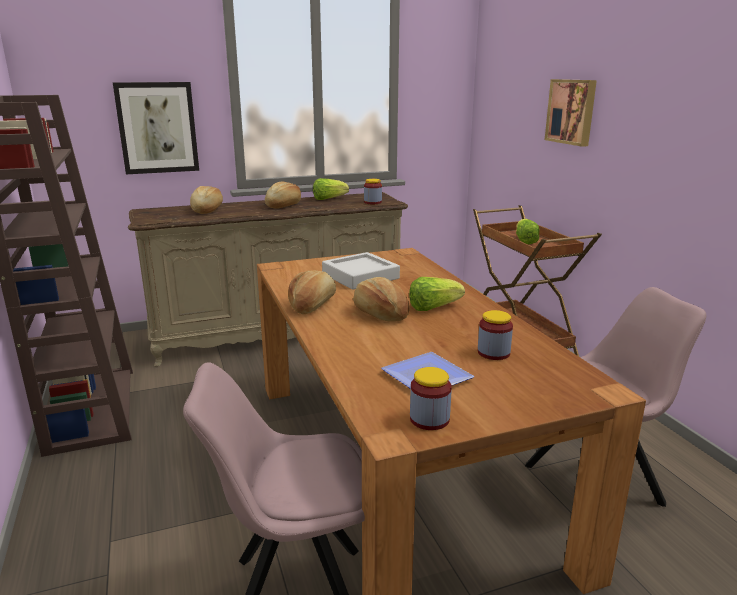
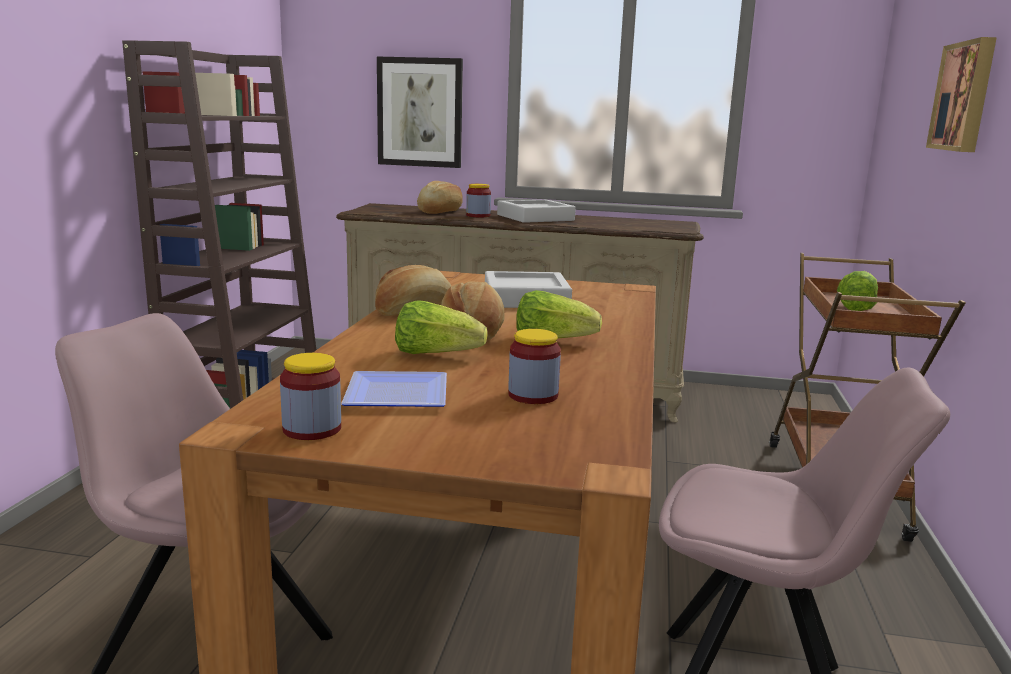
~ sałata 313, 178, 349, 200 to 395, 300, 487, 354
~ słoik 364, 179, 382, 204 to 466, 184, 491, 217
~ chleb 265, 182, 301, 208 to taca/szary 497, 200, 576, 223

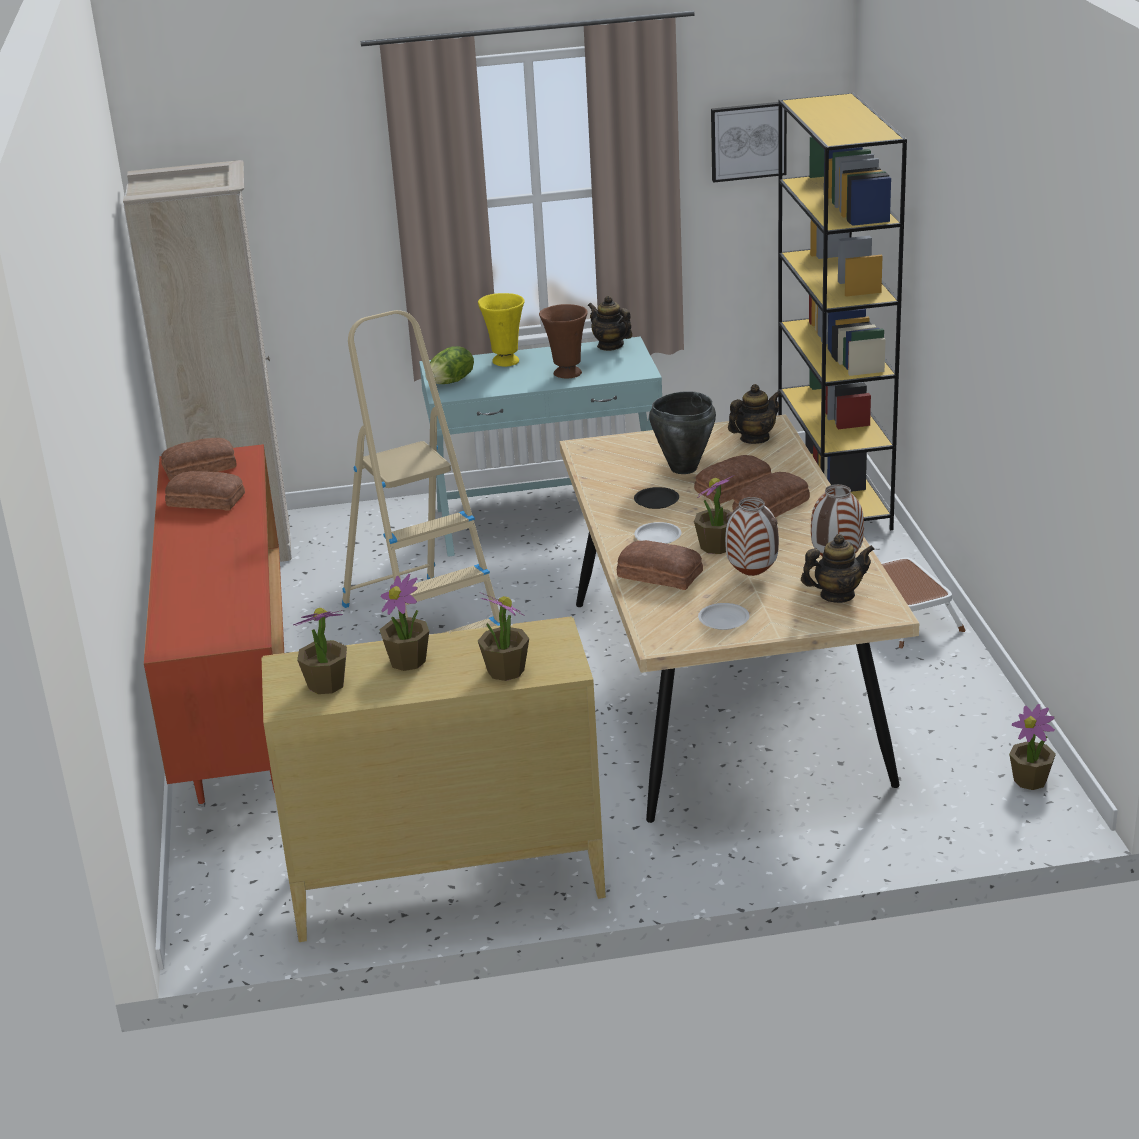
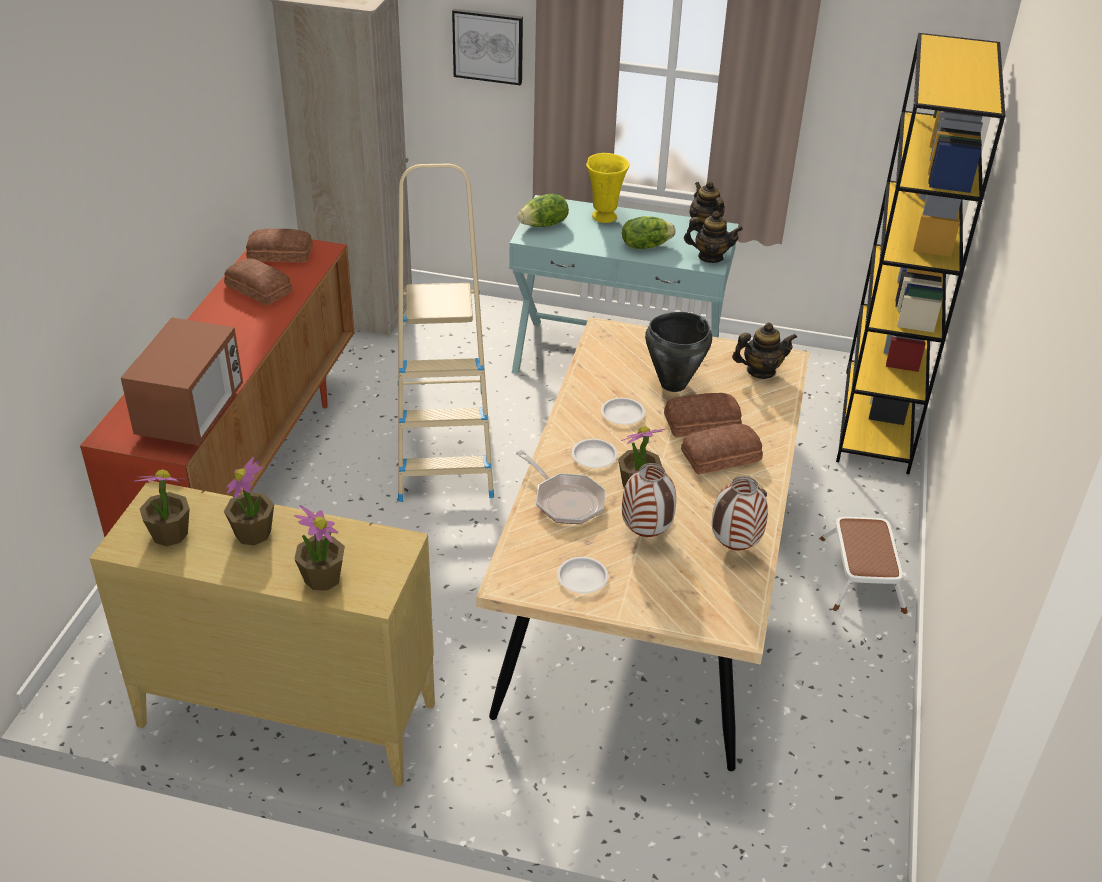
~ obraz 711, 102, 787, 182 to 452, 8, 523, 85
~ wazon/brązowy 539, 304, 588, 378 to sałata 622, 216, 676, 249
~ talerz/czarny 634, 487, 679, 509 to talerz/biały 601, 398, 645, 425
~ imbryk 801, 534, 875, 603 to 684, 211, 743, 263
~ chleb 617, 540, 703, 590 to patelnia 515, 450, 605, 524
- roślina doniczkowa 1009, 704, 1056, 790
+ mikrofalówka 121, 317, 243, 445

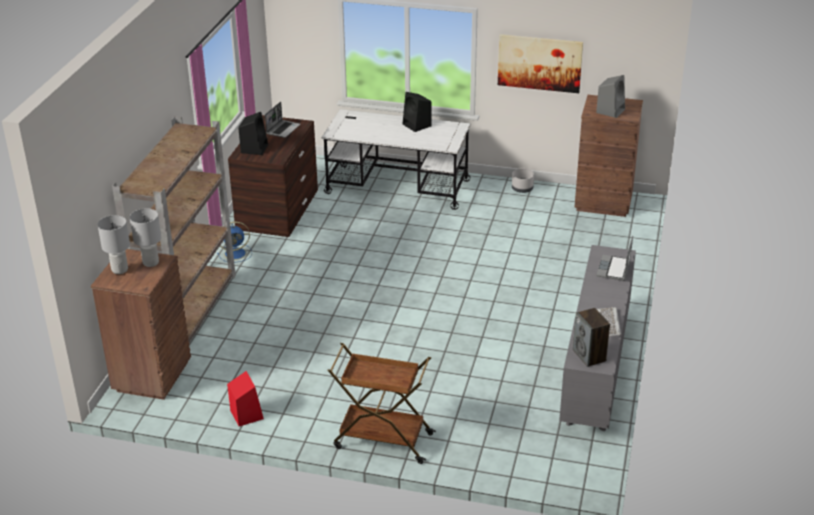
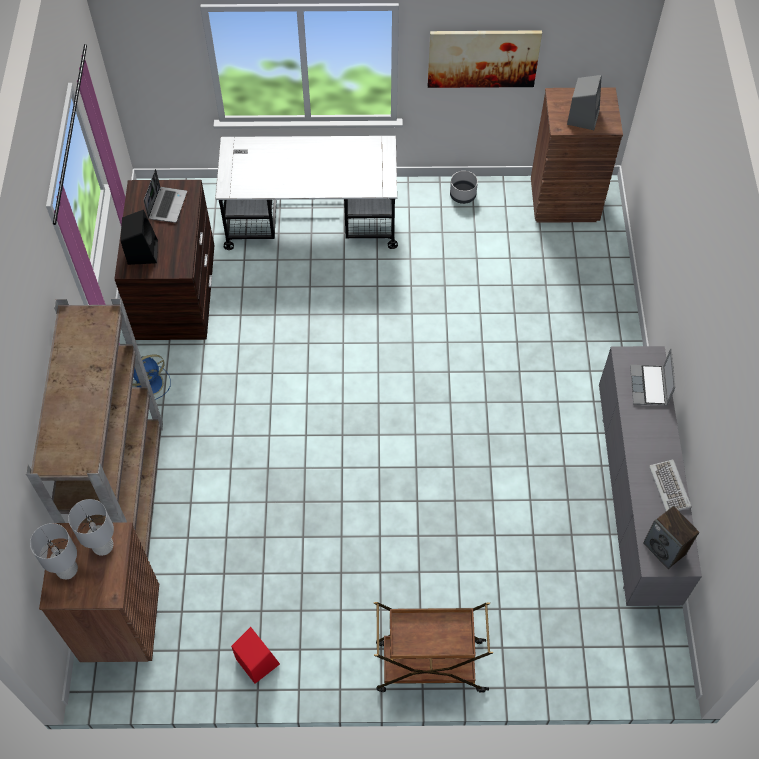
- głośnik/czarny 402, 92, 432, 132

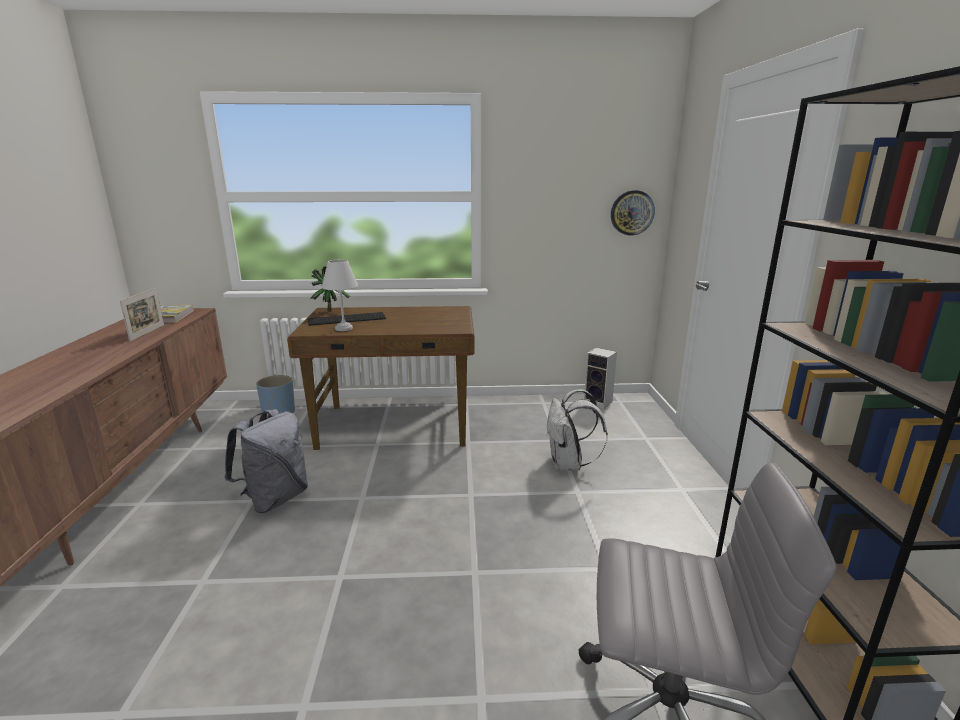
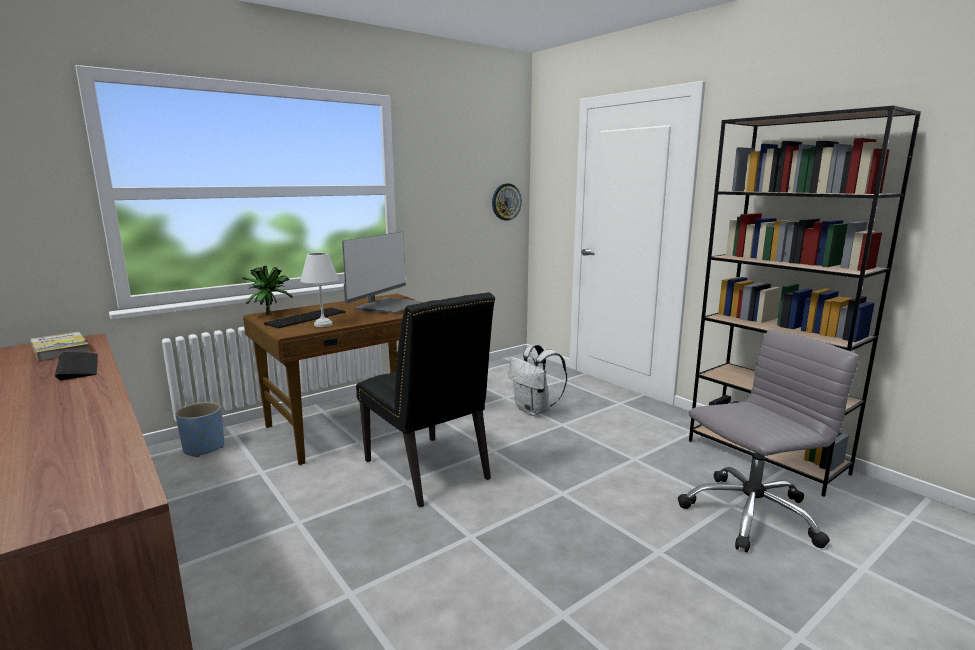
~ ramka na zdjęcie 120, 288, 164, 341 to klawiatura 55, 352, 98, 380
- głośnik 584, 348, 617, 409
- plecak/szary 224, 409, 308, 513
+ monitor 342, 232, 423, 313
+ krzesło/czarny 356, 292, 495, 507

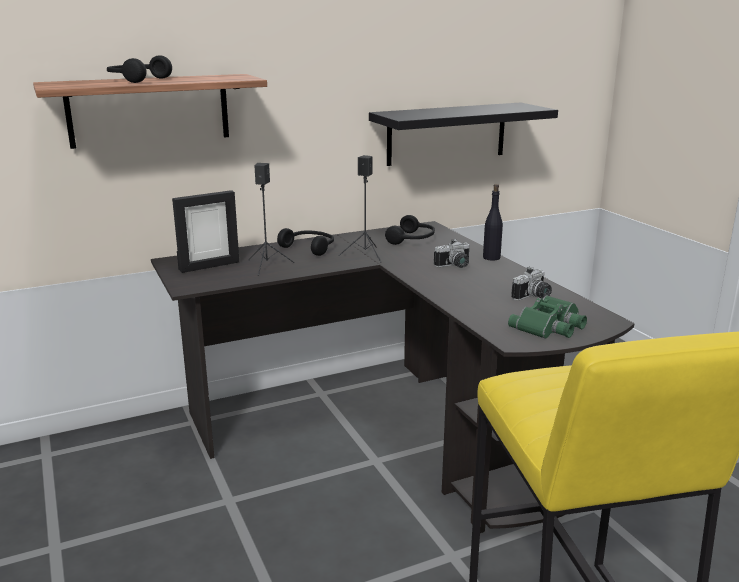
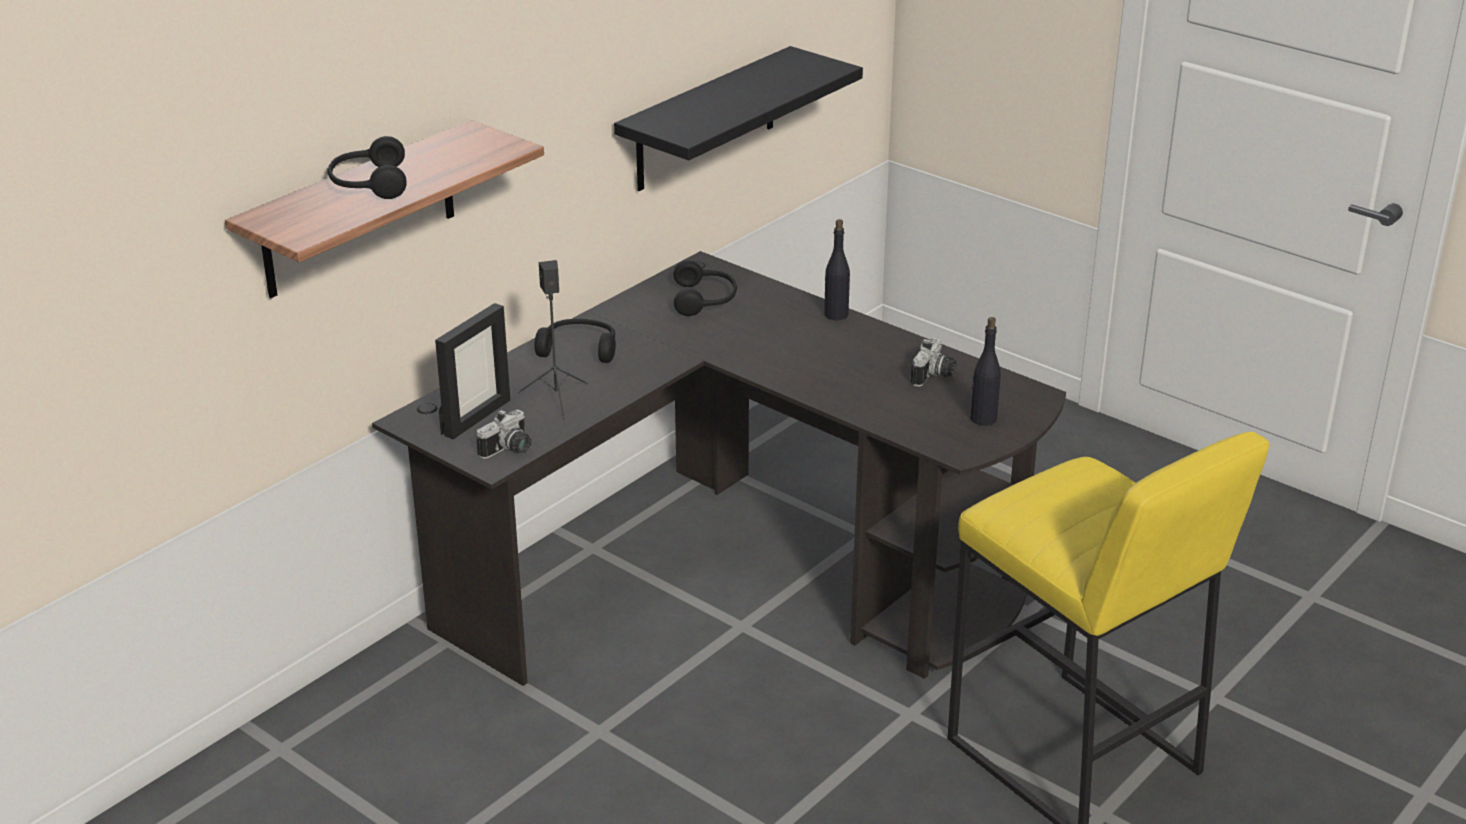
- głośnik/czarny 338, 155, 381, 262
~ aparat fotograficzny 434, 239, 470, 268 to 476, 409, 532, 459
~ lornetka/zielony 508, 295, 587, 339 to butelka/czarny 970, 317, 1001, 426

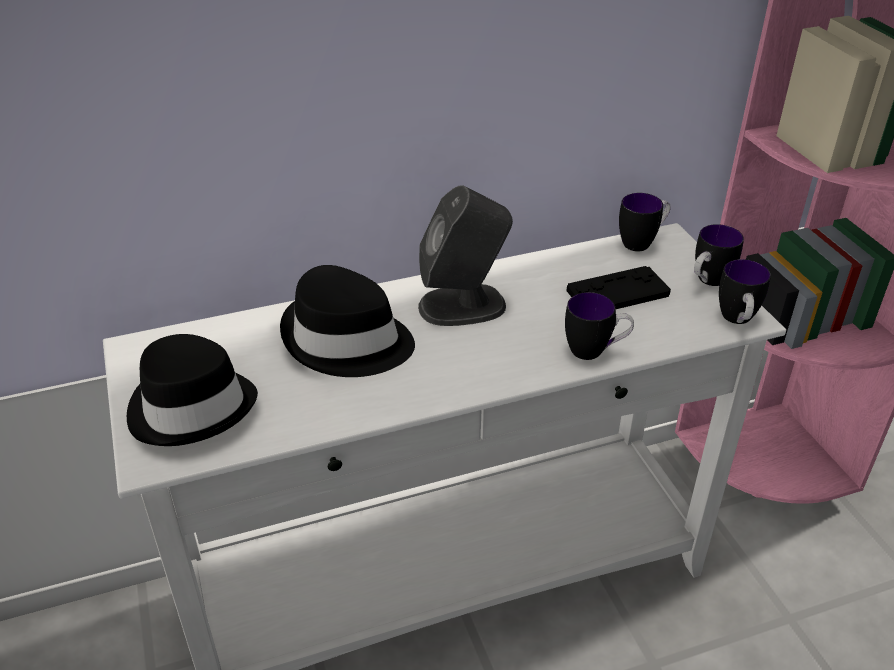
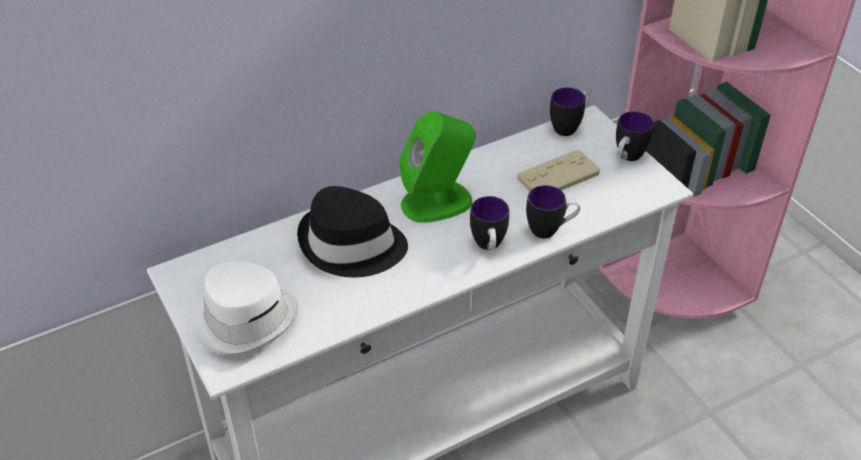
~ głośnik/szary 418, 185, 513, 326 to głośnik/zielony 400, 111, 476, 223
~ kubek 719, 259, 771, 324 to 470, 196, 509, 250
~ pad do gier/czarny 566, 266, 671, 309 to pad do gier/beżowy 517, 150, 600, 192
~ kapelusz/czarny 127, 334, 258, 446 to kapelusz/biały 191, 261, 298, 355

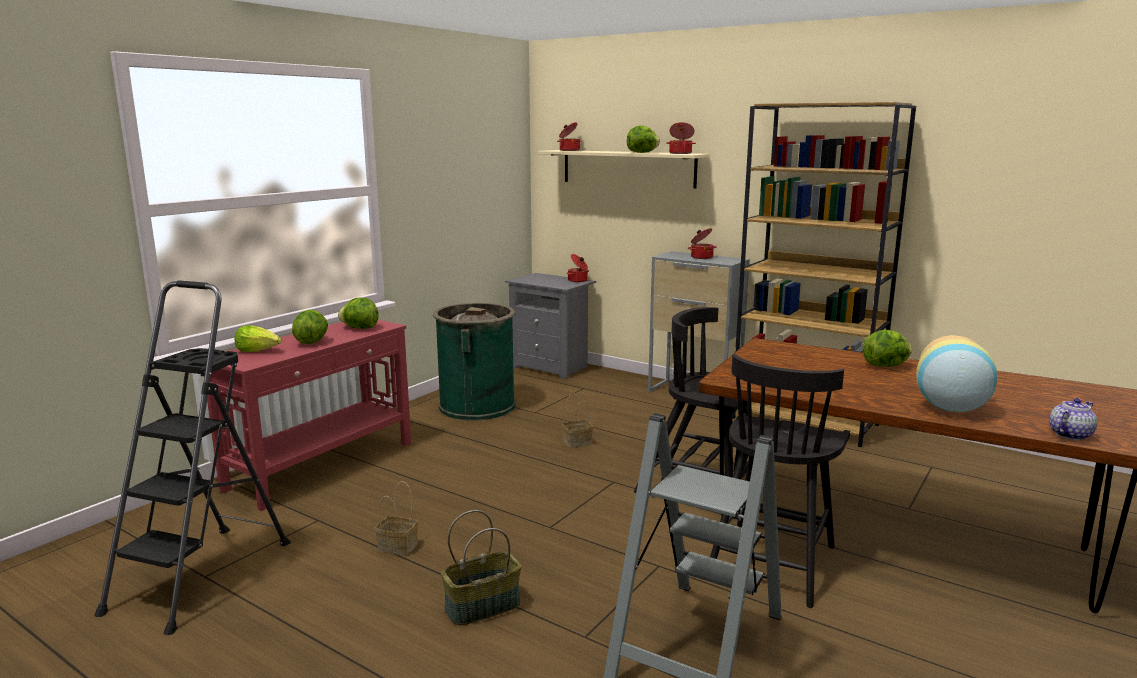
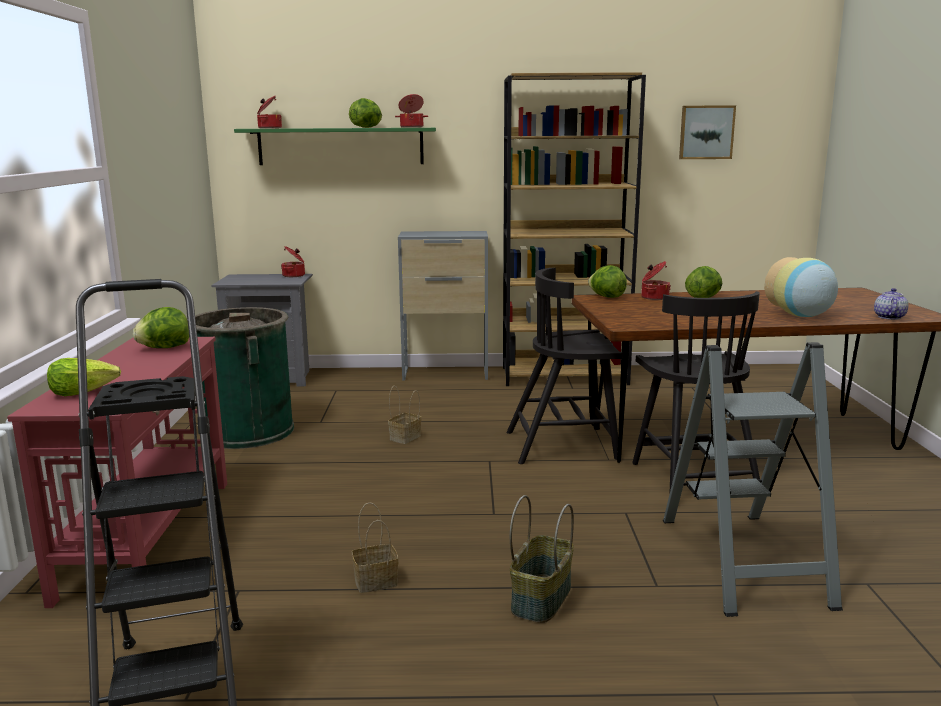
~ półka/beżowy 538, 150, 710, 189 to półka/zielony 234, 128, 436, 165
~ garnek 688, 228, 716, 259 to 641, 261, 671, 300
~ sałata 292, 310, 328, 344 to 588, 265, 627, 298
+ obraz 679, 105, 736, 159

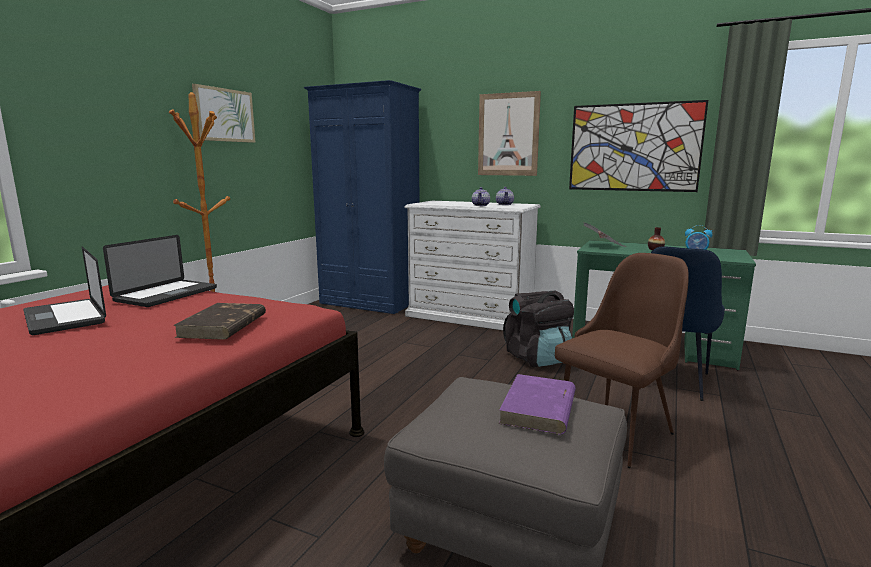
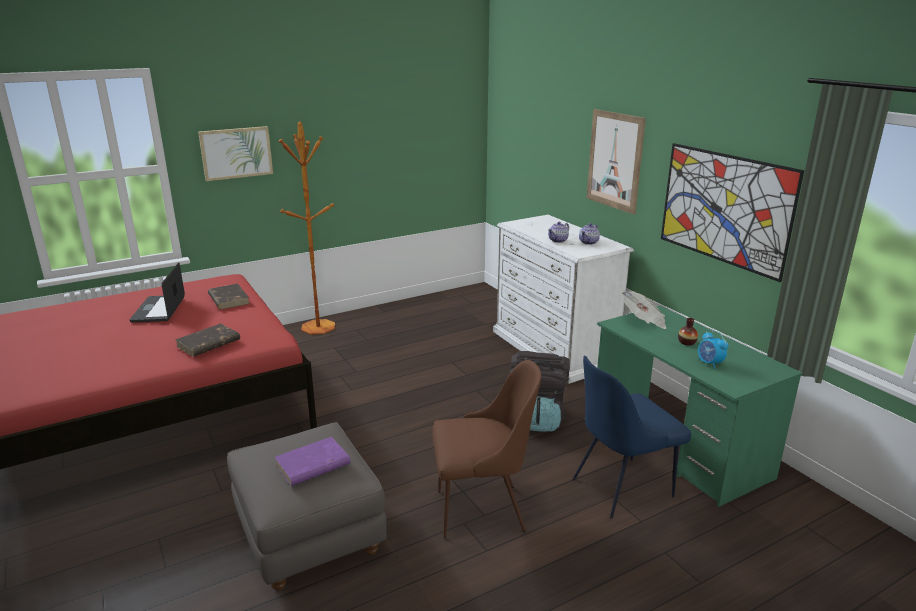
- szafa/niebieski 304, 80, 421, 314
~ obraz 192, 84, 256, 143 to 198, 126, 273, 181
~ laptop 103, 235, 217, 307 to książka/brązowy 208, 283, 250, 309

